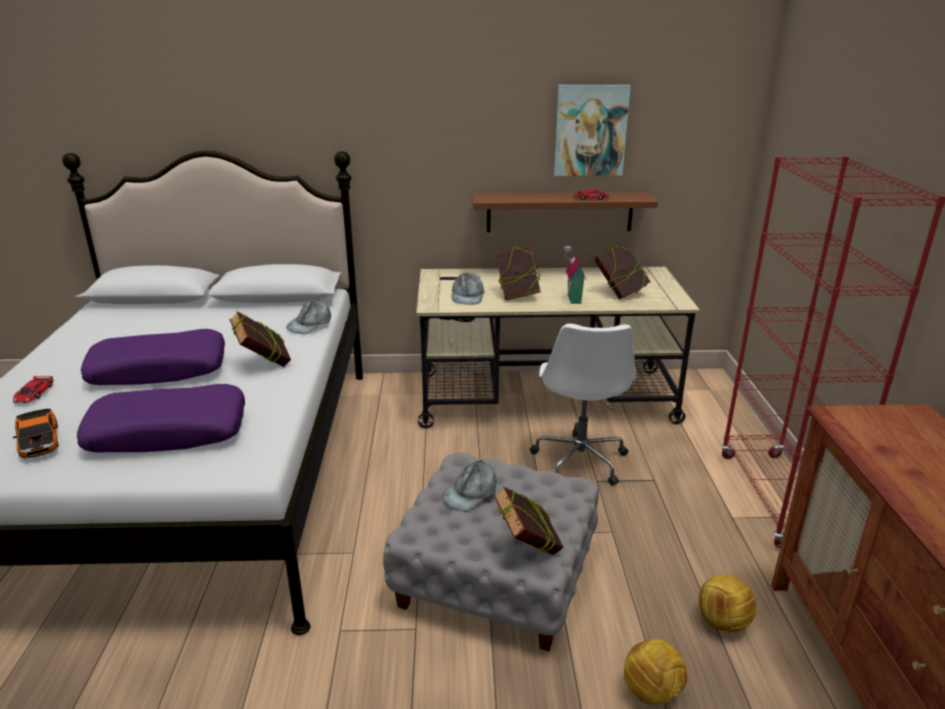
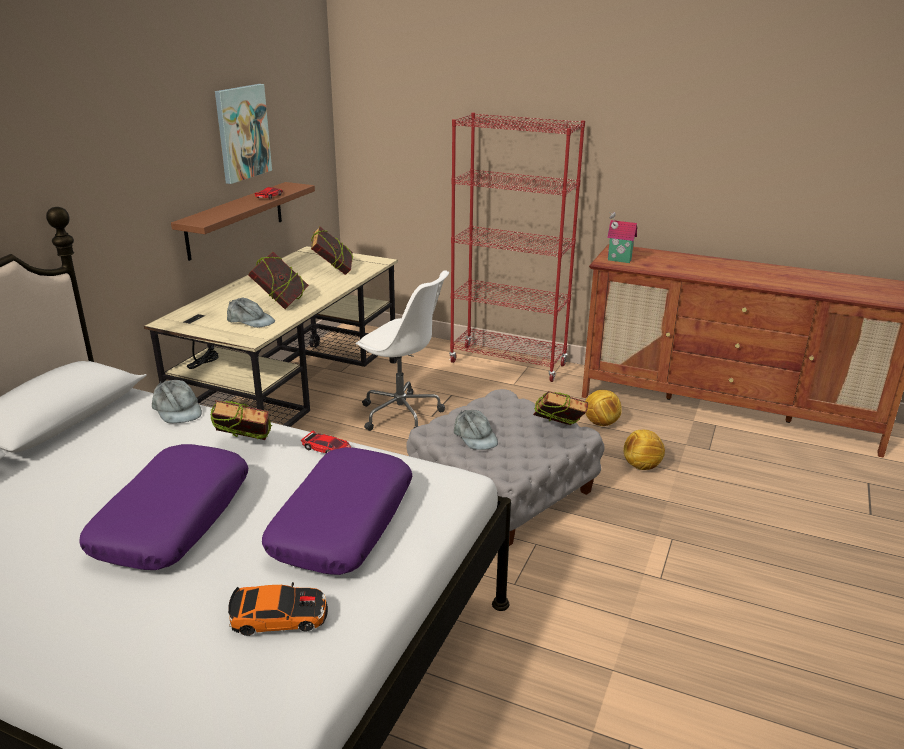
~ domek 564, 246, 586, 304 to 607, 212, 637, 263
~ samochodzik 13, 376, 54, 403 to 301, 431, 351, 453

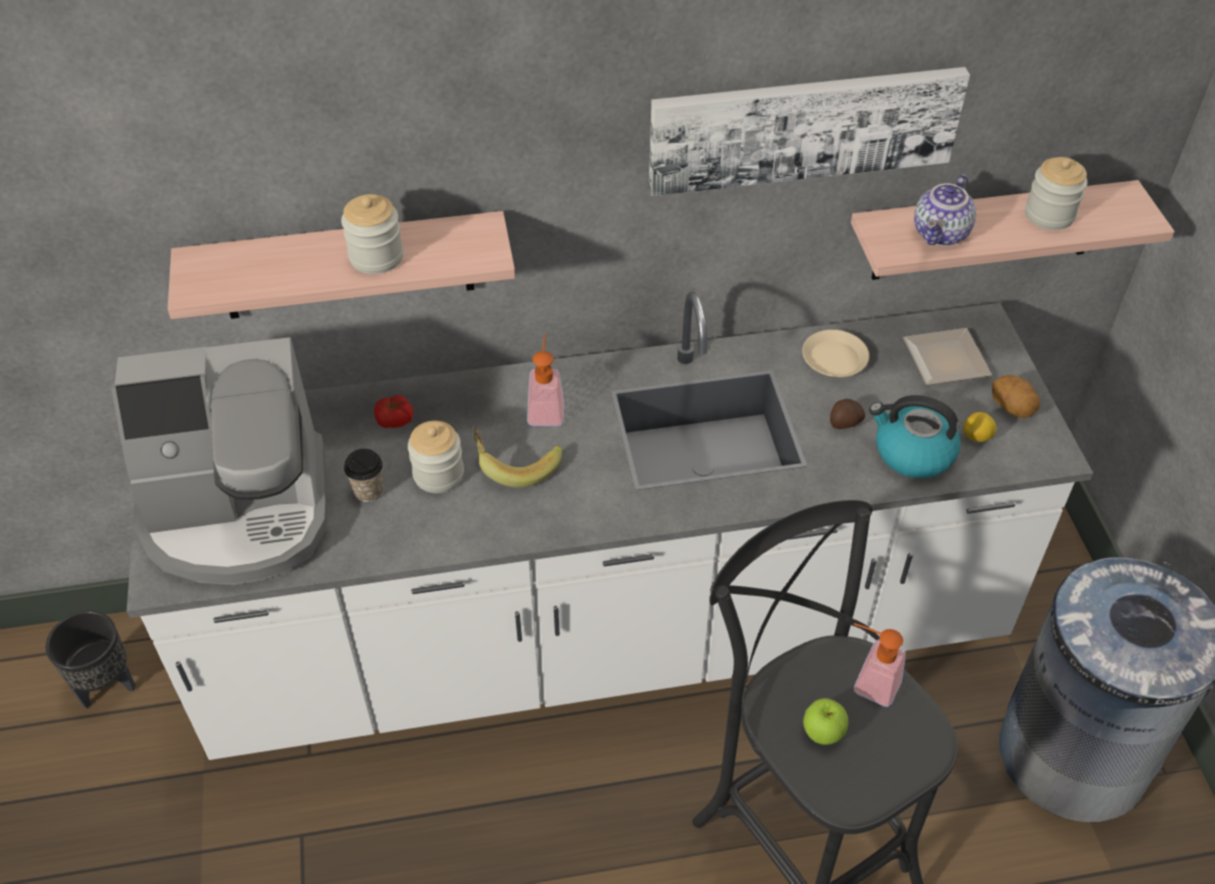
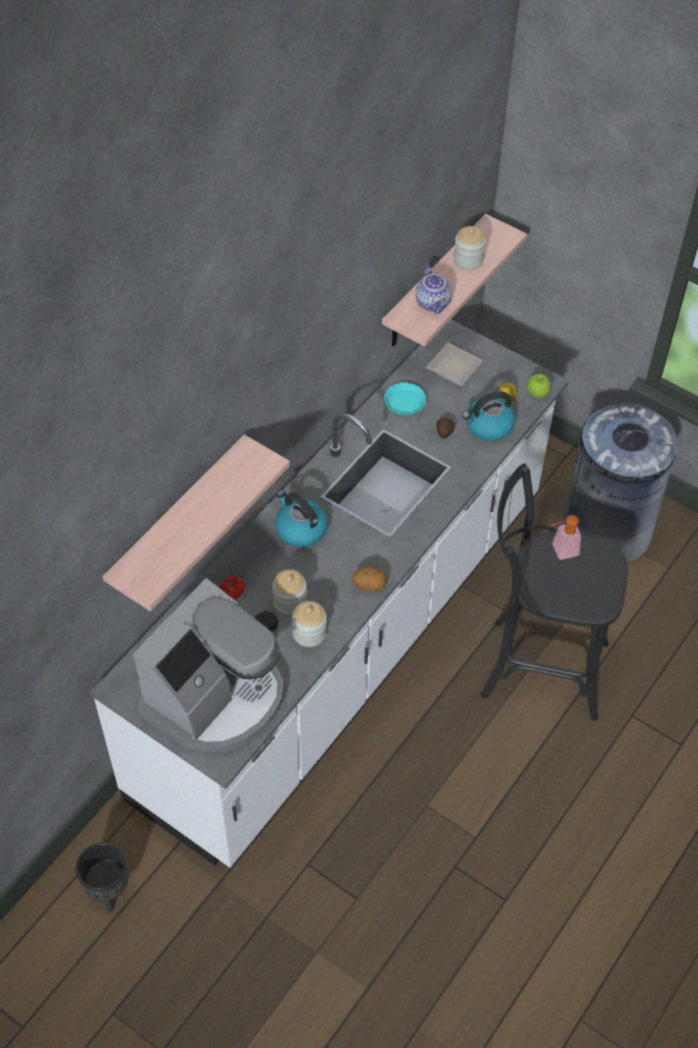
- obraz 649, 67, 970, 196
~ słoik 341, 194, 403, 274 to 292, 601, 327, 647
~ talerz/beżowy 802, 330, 869, 377 to talerz/turkusowy 384, 383, 426, 415
~ dozownik mydła 527, 334, 564, 426 to czajnik 275, 490, 328, 547
~ ziemniak 992, 375, 1040, 418 to 352, 566, 387, 591
- banan 473, 425, 562, 487
~ jabłko 803, 698, 848, 745 to 527, 374, 551, 398

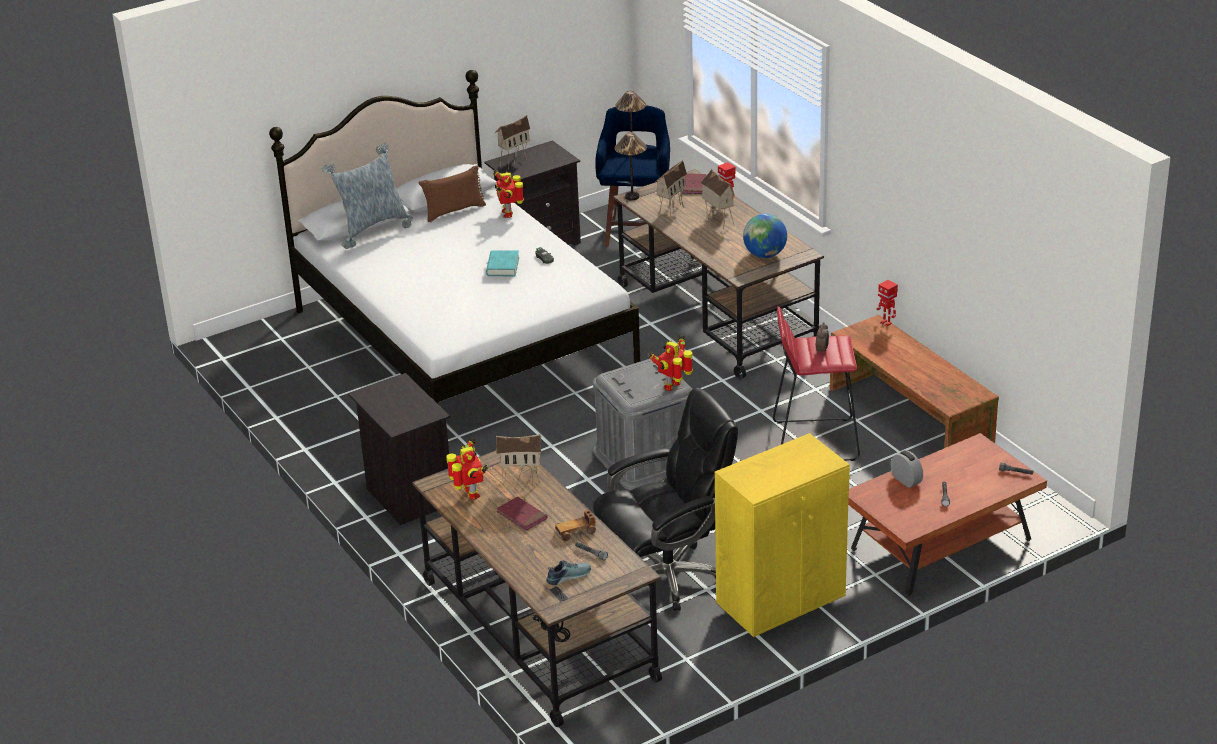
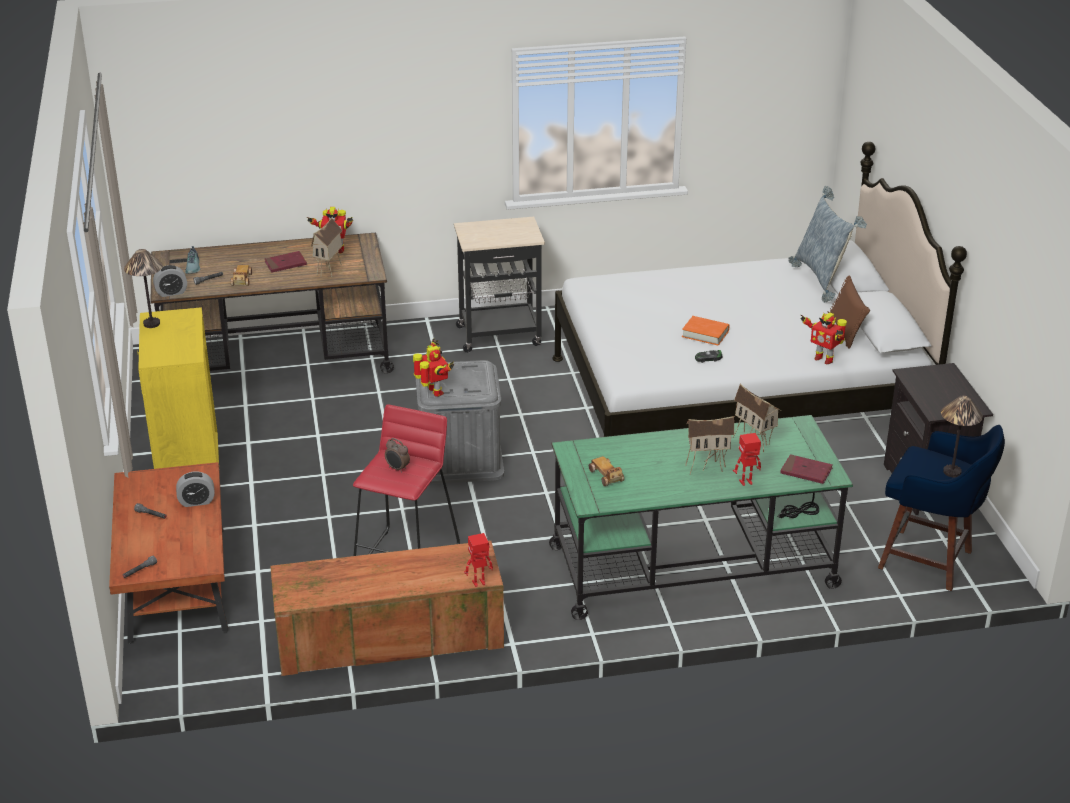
- domek 495, 115, 530, 170
~ lampa stołowa 614, 132, 647, 200 to 124, 249, 163, 328
~ robot zabawkowy 493, 169, 524, 218 = 801, 312, 847, 364 150 degrees counterclockwise
~ biurko/brązowy 613, 169, 824, 379 to biurko/zielony 549, 415, 853, 620
~ globus 743, 214, 787, 258 to samochodzik 589, 456, 624, 486
~ książka/turkusowy 486, 250, 519, 276 to książka/pomarańczowy 682, 316, 729, 346
~ szafka nocna/czarny 348, 373, 450, 525 to wózek 454, 217, 545, 353
- krzesło biurowe/czarny 593, 388, 738, 611
+ budzik 153, 265, 187, 297

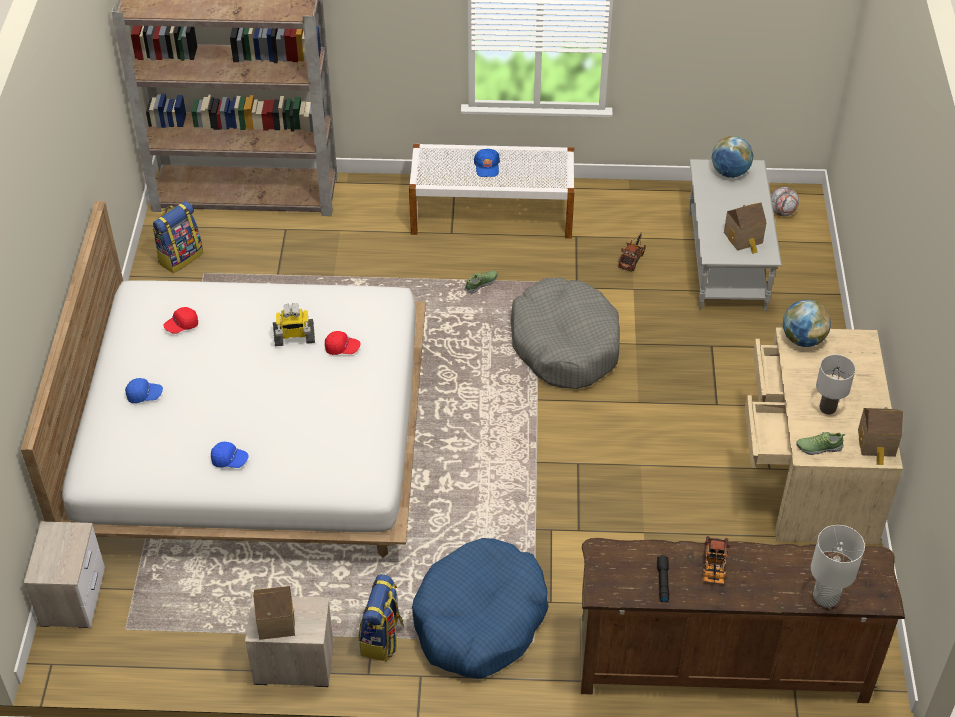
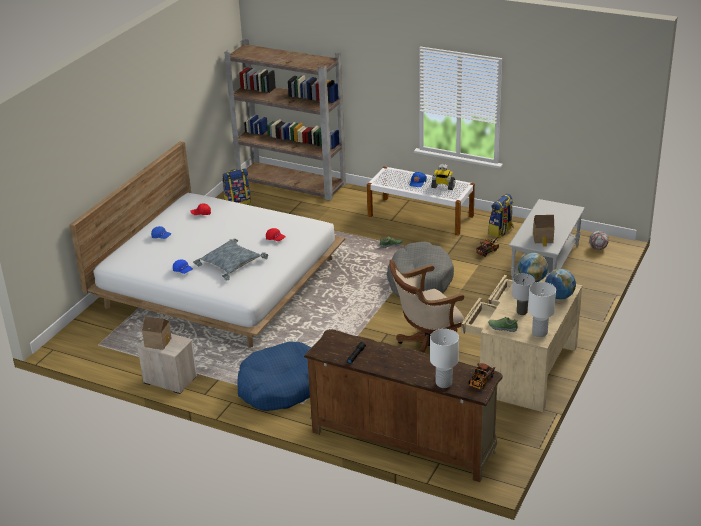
~ globus 711, 136, 754, 178 to 545, 269, 576, 299
~ robot zabawkowy 273, 303, 315, 346 to 431, 164, 455, 190
~ domek 858, 407, 903, 465 to lampa stołowa/biały 528, 282, 556, 337
- szafka nocna 24, 521, 105, 628
~ ciężarówka zabawkowa 702, 536, 730, 584 to 469, 363, 495, 389
~ plecak 358, 574, 404, 661 to 488, 194, 514, 238
+ poduszka 193, 238, 268, 280
+ krzesło biurowe 389, 260, 464, 353

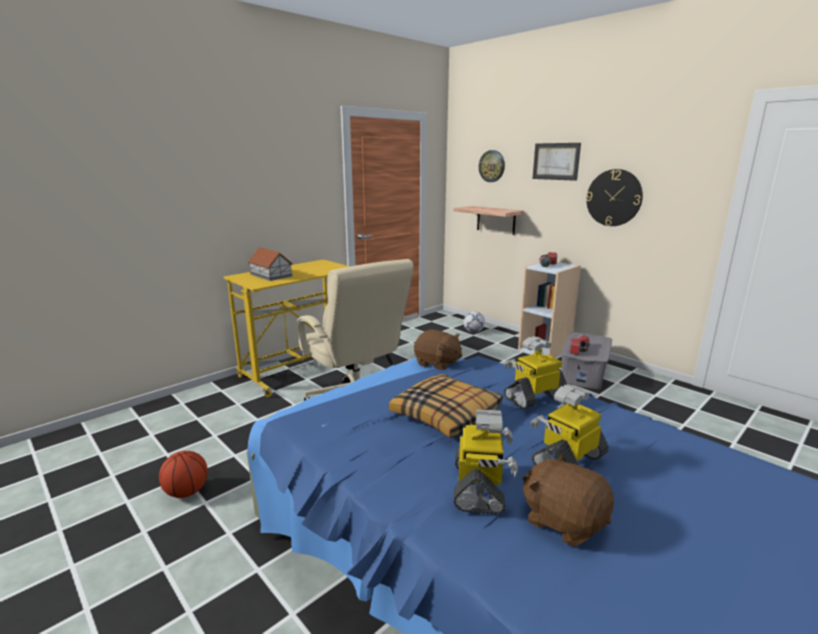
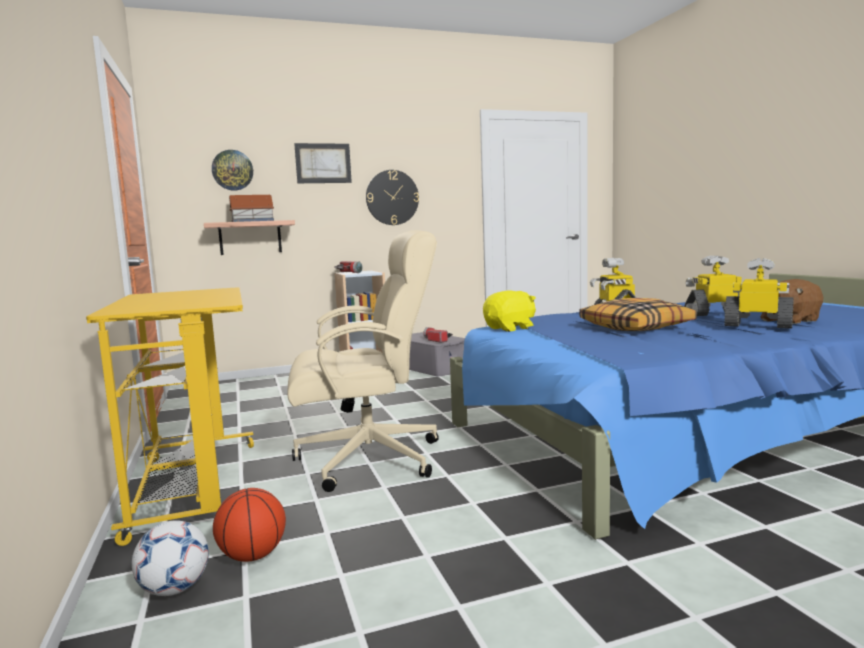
~ domek 248, 247, 293, 281 to 229, 195, 274, 222
~ piłka futbolowa 463, 311, 485, 333 to 132, 520, 209, 596
~ pluszak/brązowy 414, 329, 462, 370 to pluszak/żółty 483, 291, 536, 332
~ robot zabawkowy 531, 385, 609, 465 = 684, 256, 744, 316 105 degrees clockwise
~ piłka do koszykówki 159, 451, 208, 498 to 213, 488, 286, 562

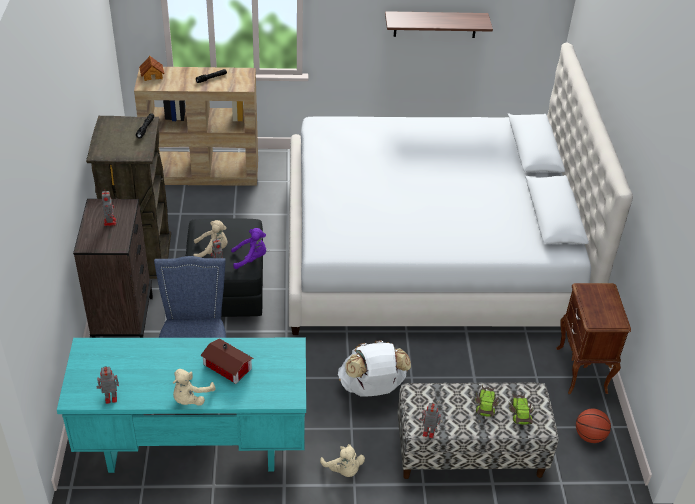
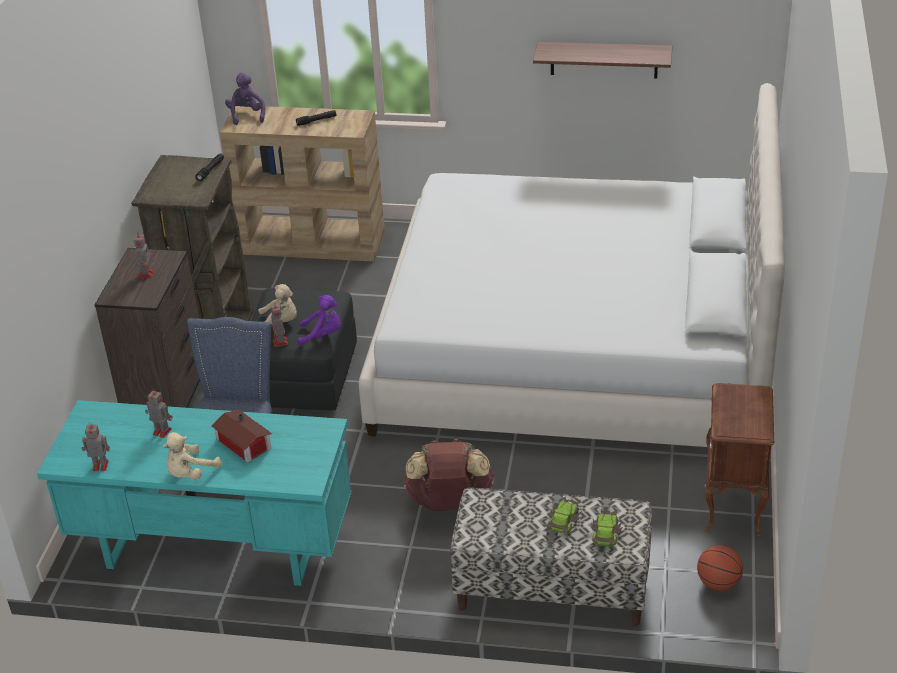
~ domek 139, 56, 165, 81 to pluszak/fioletowy 225, 73, 265, 125
~ plecak/biały 338, 340, 411, 397 to plecak/brązowy 404, 439, 494, 511
~ robot zabawkowy 420, 403, 441, 438 to 145, 390, 172, 438
- pluszak/beżowy 320, 444, 365, 477

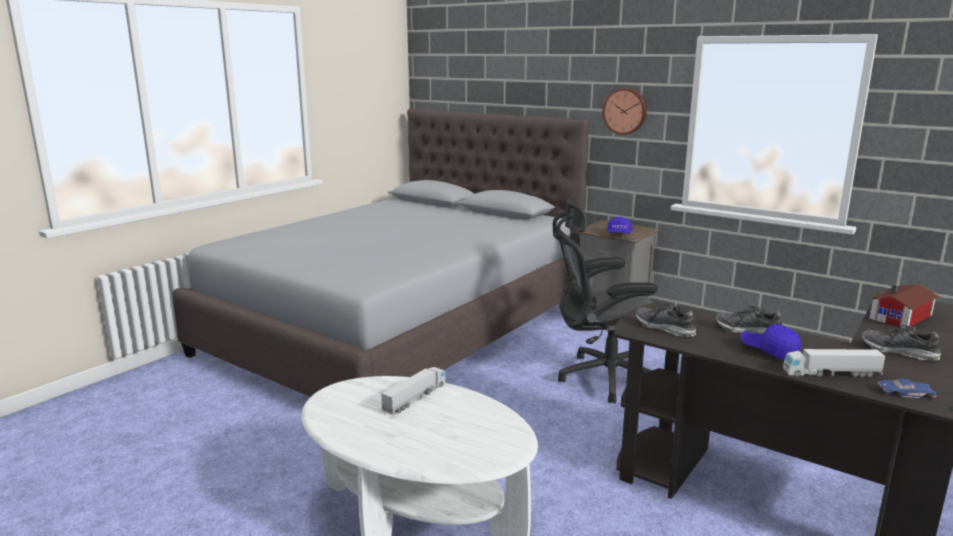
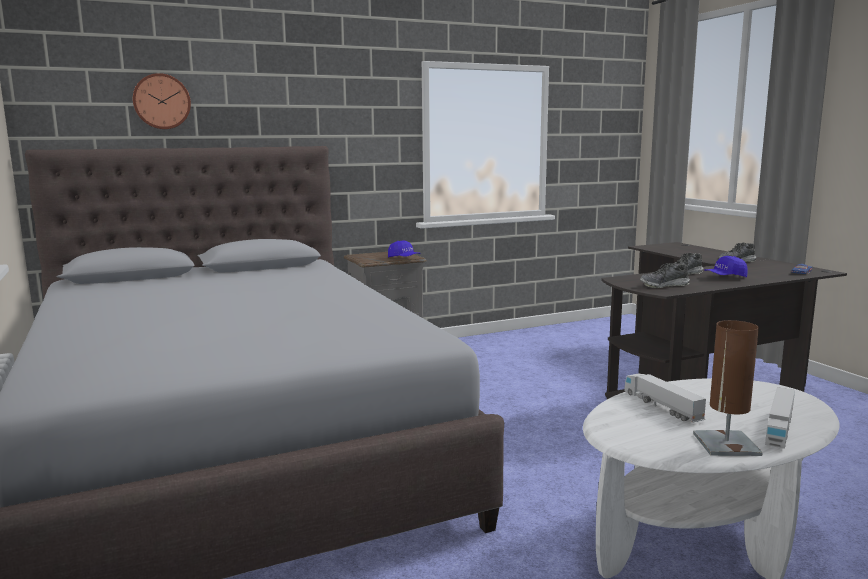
~ zegar ścienny 602, 88, 647, 135 to 133, 73, 191, 129
- krzesło biurowe 553, 199, 657, 403
- domek 869, 284, 940, 328
~ ciężarówka zabawkowa 783, 349, 885, 377 to 765, 387, 795, 449
+ lampa stołowa/brązowy 693, 320, 763, 456

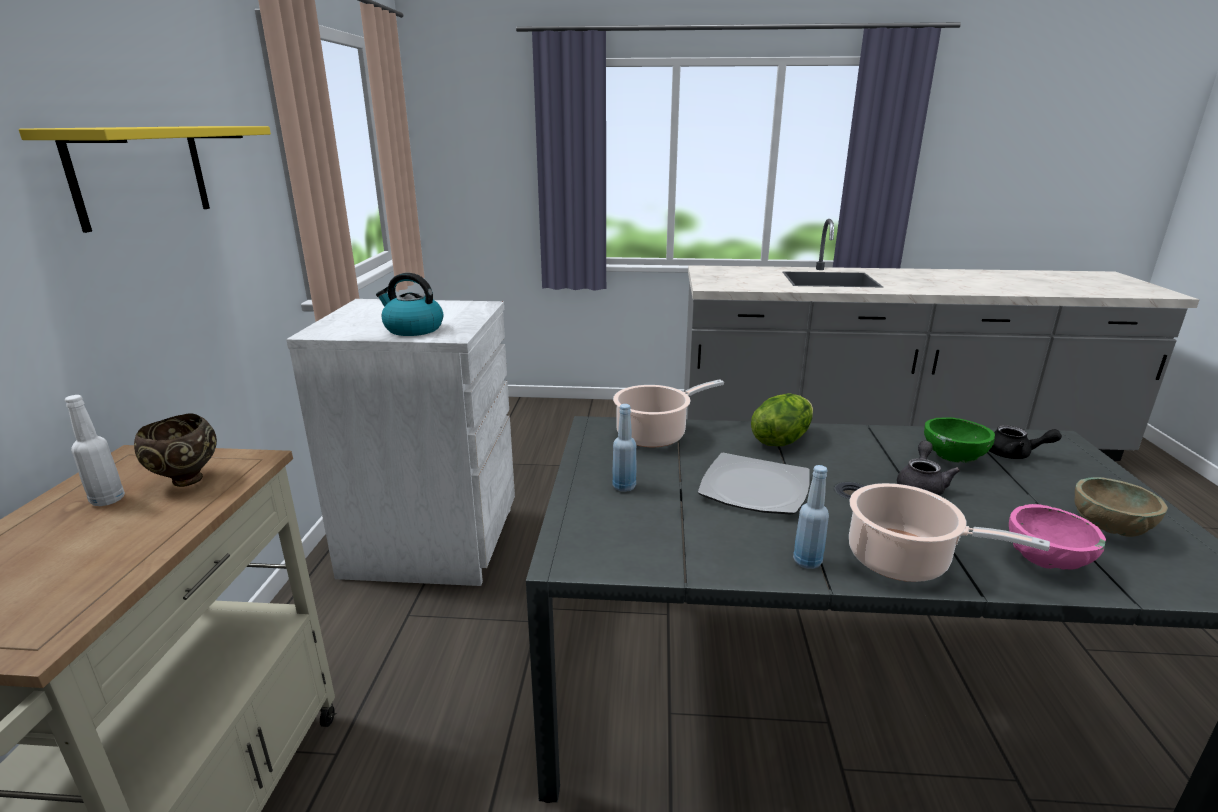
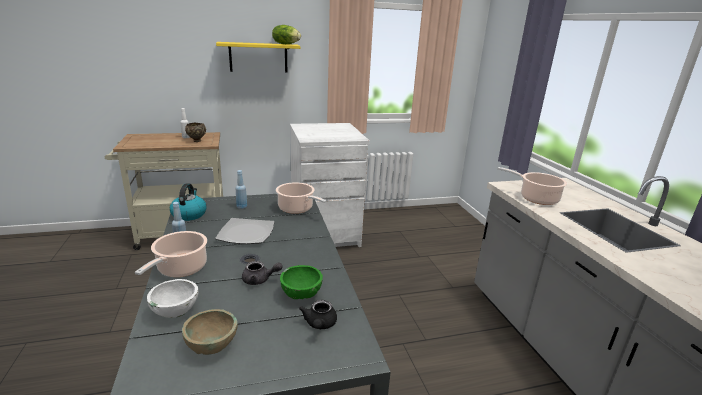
~ czajnik 376, 273, 443, 336 to 170, 183, 207, 221
~ sałata 751, 393, 813, 446 to 272, 25, 301, 44
~ miska/różowy 1009, 504, 1106, 570 to miska/biały 147, 279, 198, 318
+ garnek 498, 167, 567, 205

